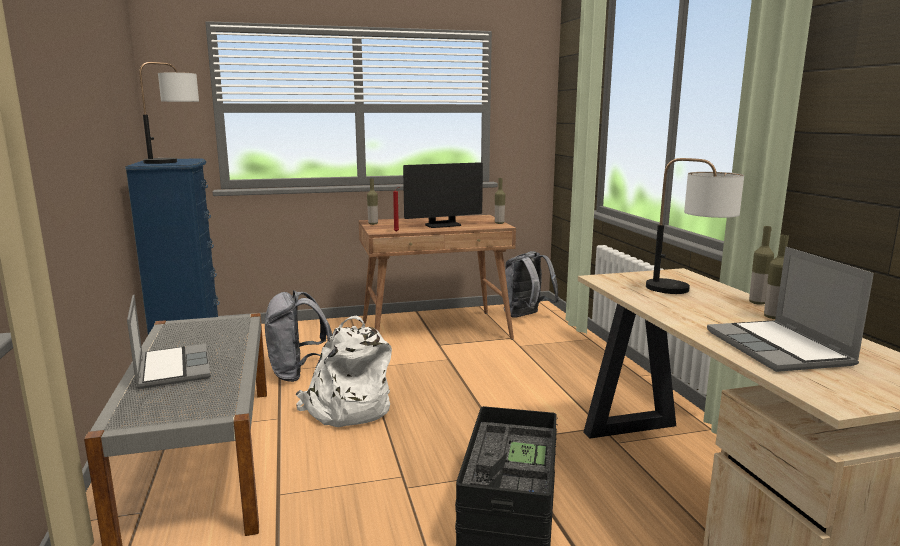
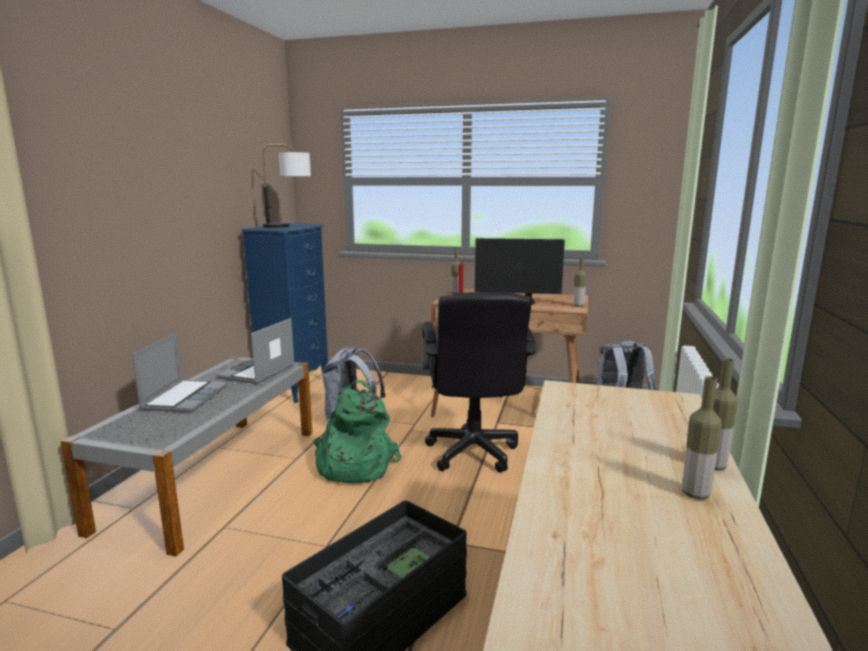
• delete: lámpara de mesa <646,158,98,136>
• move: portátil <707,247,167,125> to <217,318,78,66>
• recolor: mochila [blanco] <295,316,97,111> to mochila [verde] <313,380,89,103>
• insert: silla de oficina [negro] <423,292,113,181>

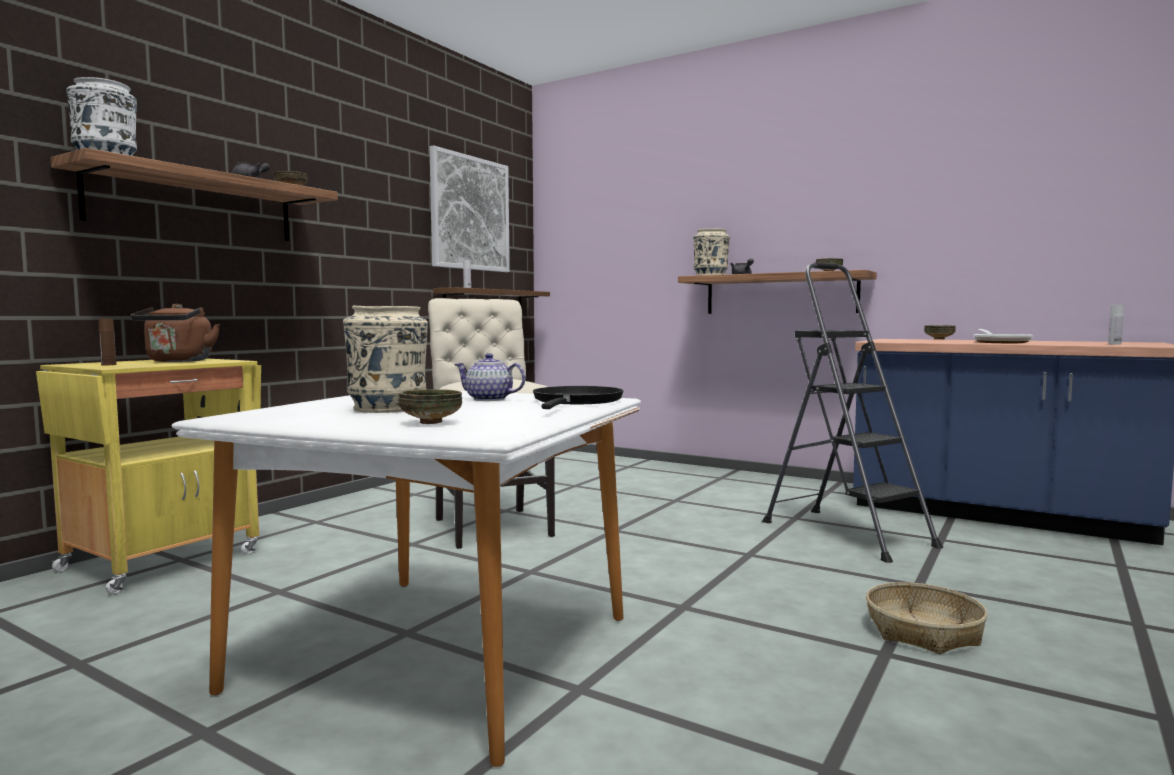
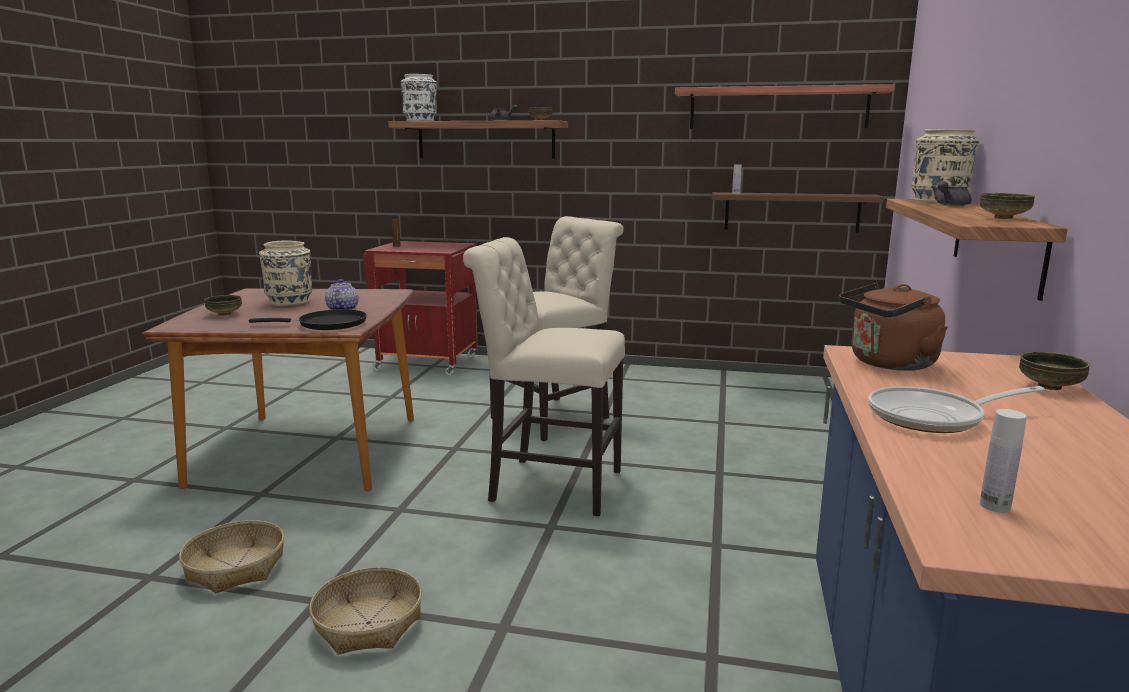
• replace: cuadro <429,145,81,127> to estante <675,84,220,45>
• delete: escalera de tijera <762,262,181,301>
• move: hervidor [marrón] <131,304,89,58> to <839,283,109,88>
• recolor: carrito [amarillo] <36,358,225,236> to carrito [rojo] <363,241,115,134>
• recolor: mesa de comedor [blanco] <172,391,469,376> to mesa de comedor [marrón] <141,288,273,203>
• insert: taburete [beis] <463,237,162,280>
• insert: cesta <179,520,105,73>

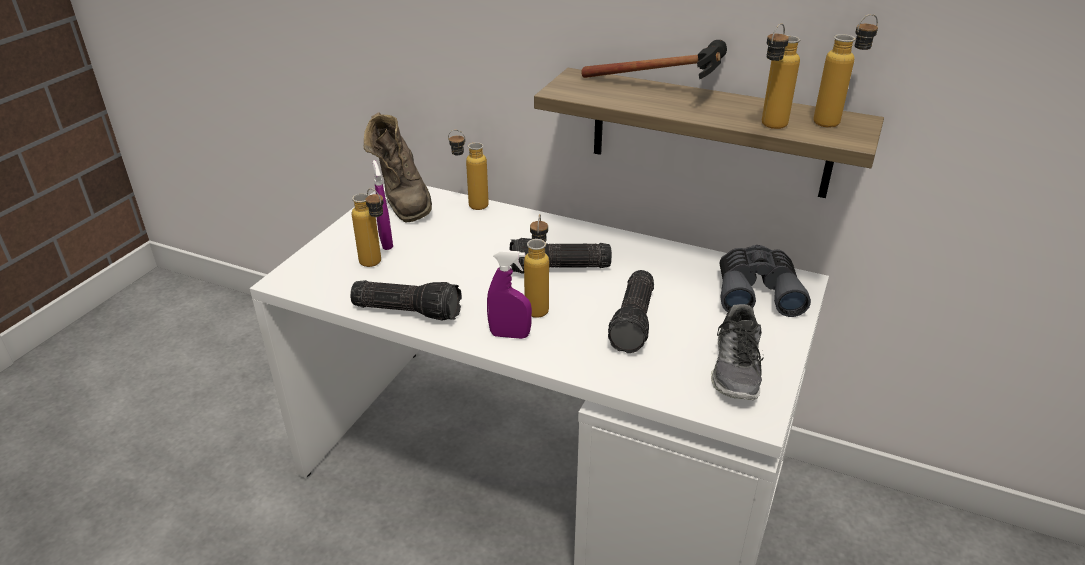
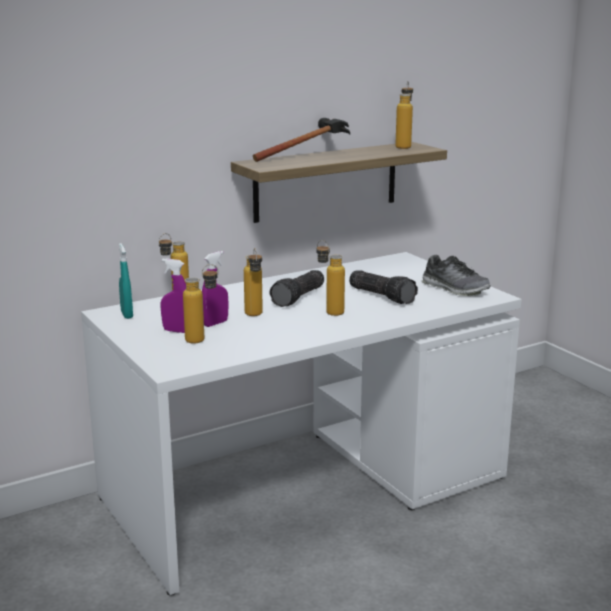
• move: botella <762,23,38,106> to <244,248,19,68>
• replace: bota [marrón] <363,112,69,111> to pulverizador [turquesa] <119,243,14,76>
• delete: prismáticos [gris] <720,245,91,72>
• move: pulverizador [morado] <487,250,45,89> to <202,251,26,76>
• delete: linterna <350,280,112,41>

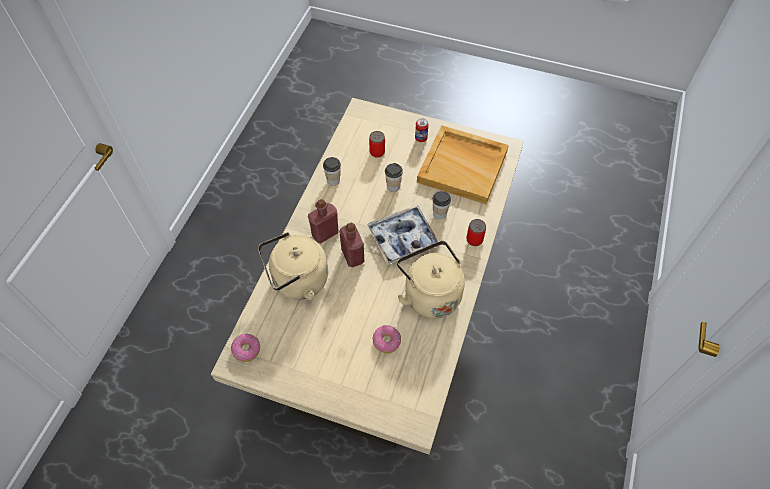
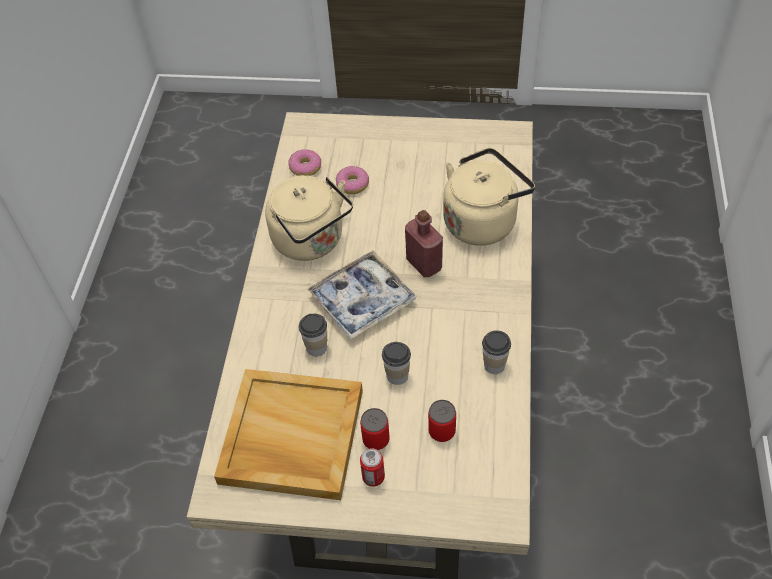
• delete: botella [rojo] <308,199,31,44>
• move: lata <466,219,20,27> to <360,408,30,42>
• move: rosquilla <231,334,29,28> to <288,149,33,27>

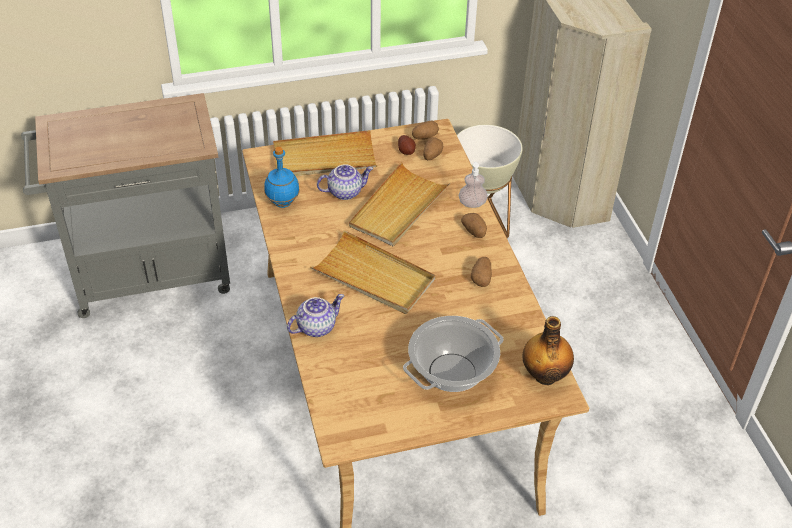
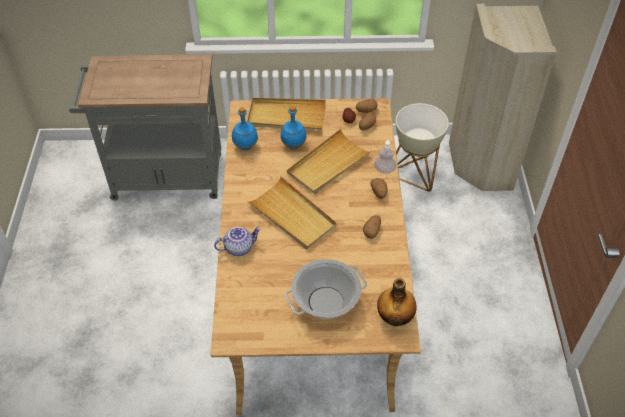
• replace: tetera <317,164,56,36> to botella [azul] <280,106,27,44>

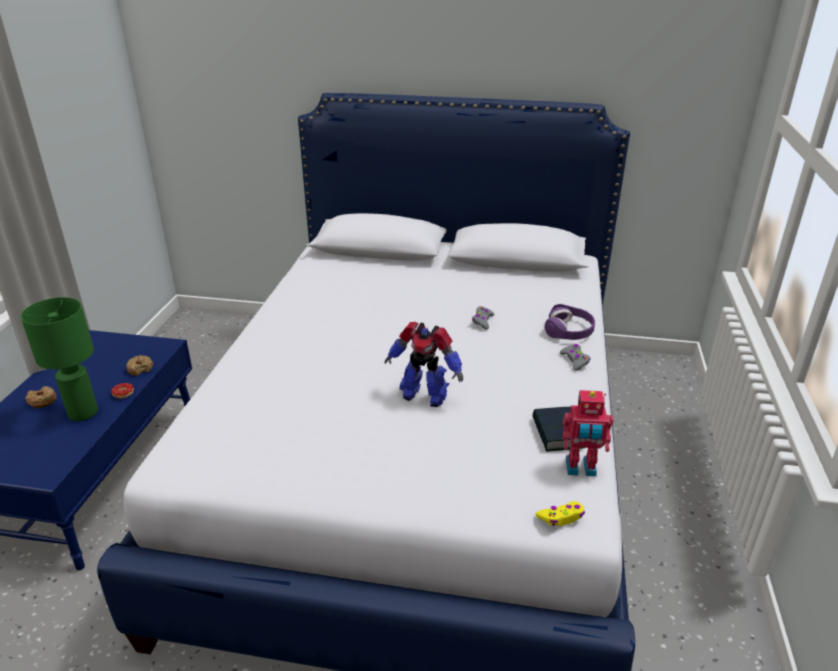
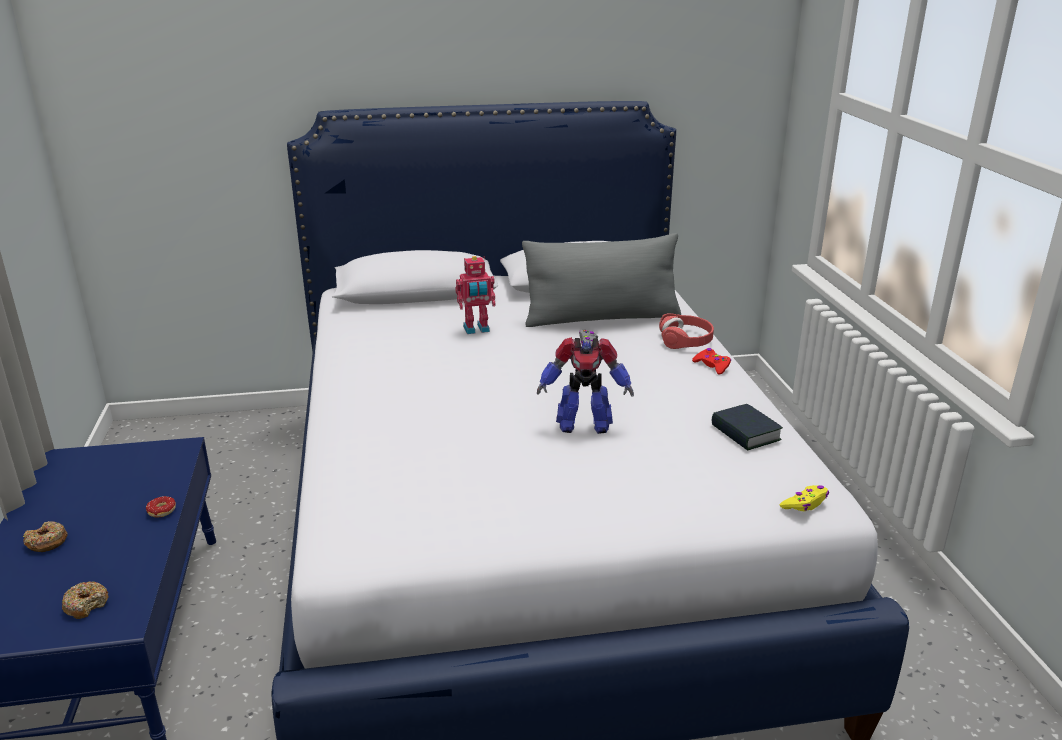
• delete: lámpara de mesa [verde] <21,297,77,124>
• recolor: auriculares [morado] <545,304,50,36> to auriculares [rojo] <659,313,55,36>
• recolor: mando de consola [gris] <560,344,30,27> to mando de consola [rojo] <692,348,39,27>
• move: rosquilla <126,355,27,21> to <62,581,47,38>
• move: robot de juguete <562,390,52,87> to <455,256,40,78>
• insert: cojín [gris] <522,233,159,94>

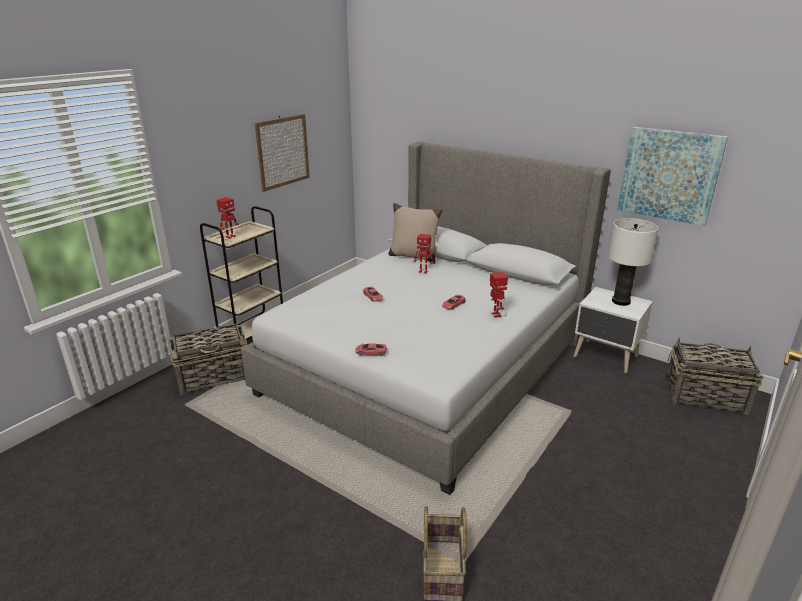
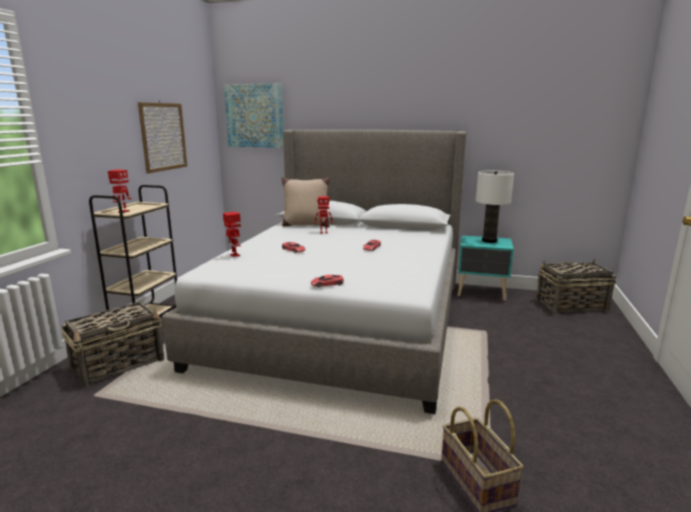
• move: cuadro <617,127,111,99> to <224,84,60,64>
• move: robot de juguete <490,272,18,46> to <223,212,18,45>
• recolor: mesita de noche [blanco] <574,287,79,87> to mesita de noche [turquesa] <458,235,56,66>

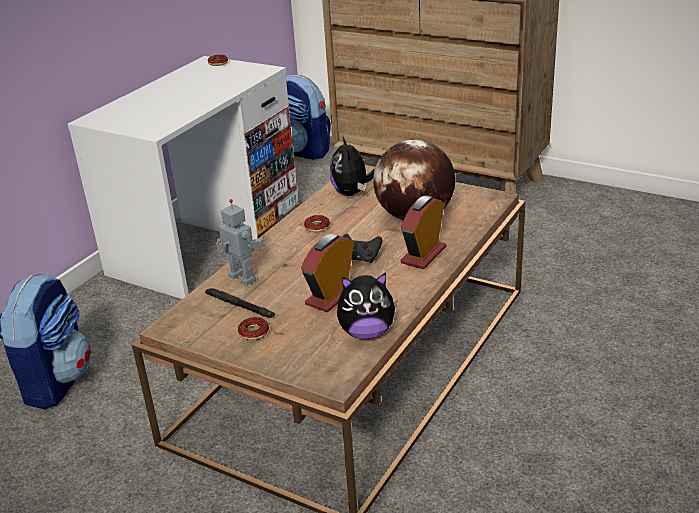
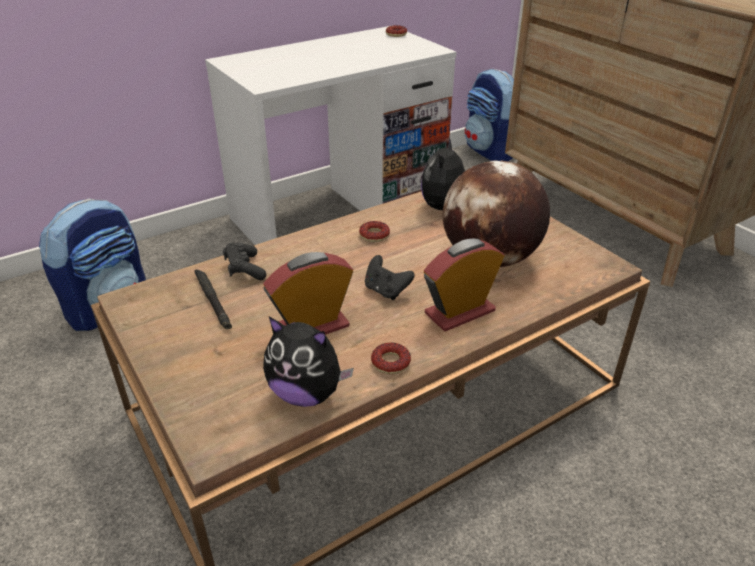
• replace: robot de juguete <216,199,49,87> to mando de consola [negro] <223,243,43,37>
• move: rosquilla <238,317,31,23> to <371,342,40,32>

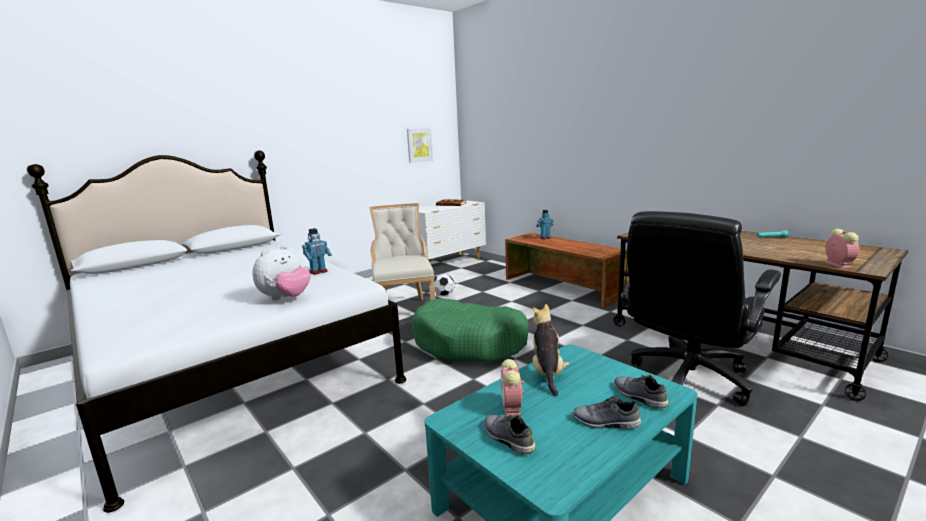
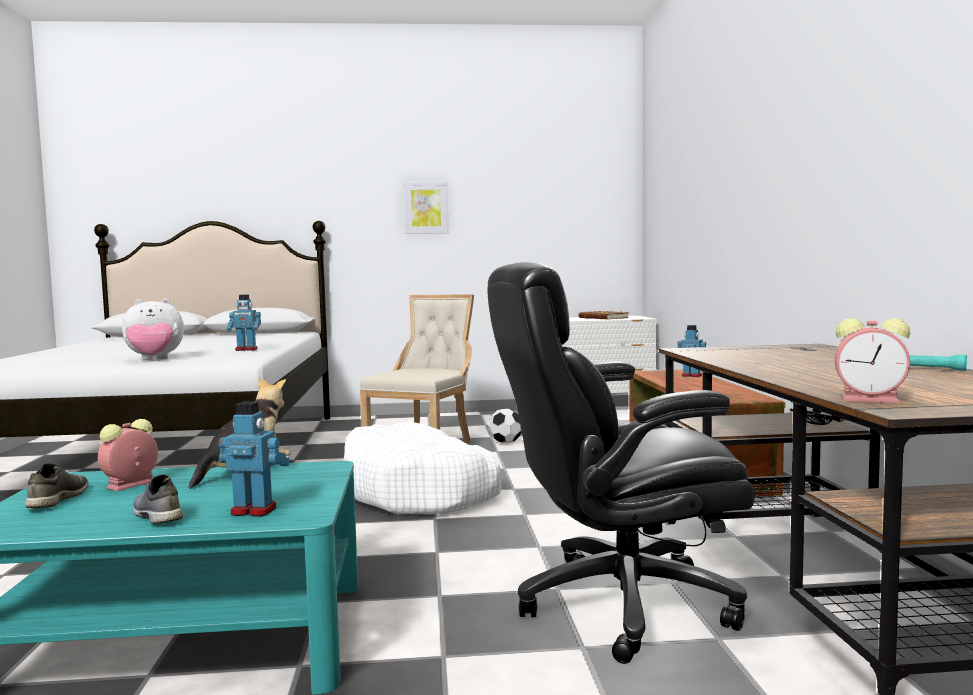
• move: cuadro <407,128,26,35> to <403,182,46,52>
• rotate: despertador <825,229,34,39> = <835,318,75,85> 75 degrees clockwise
• recolor: cama para perro [verde] <411,299,118,63> to cama para perro [blanco] <343,422,158,92>
• replace: zapato [gris] <614,375,55,33> to robot de juguete <219,401,71,116>

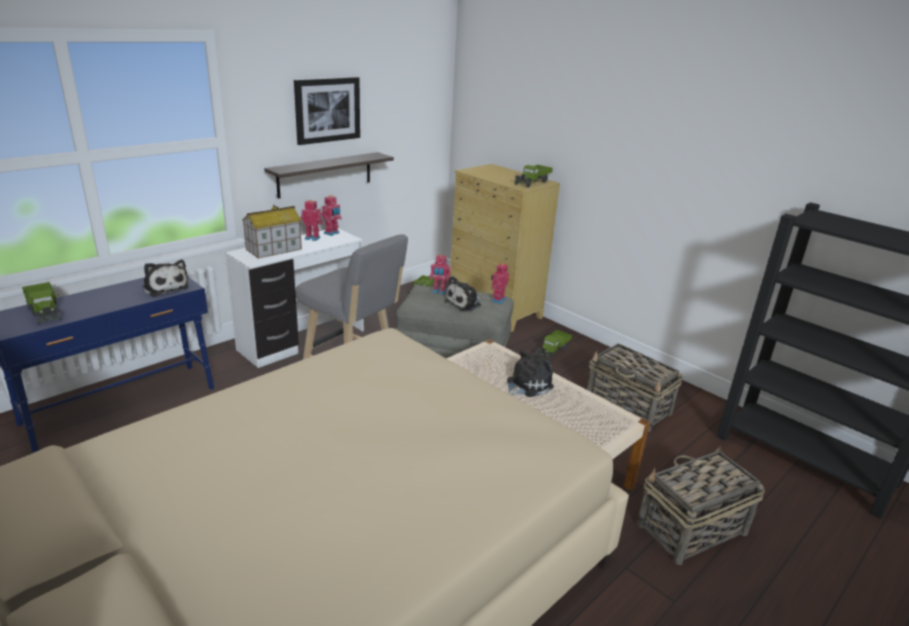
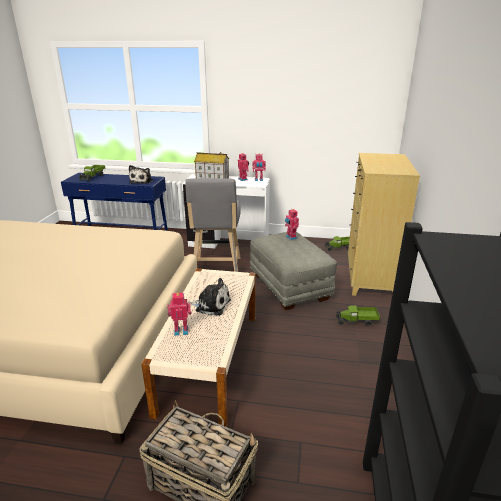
• delete: cuadro <294,77,66,68>
• delete: estante <264,152,130,47>
• delete: camión de juguete <514,165,39,23>
• move: robot de juguete <491,262,18,42> to <167,292,24,44>
• delete: peluche <444,276,37,35>
• delete: cesta <587,343,96,89>

